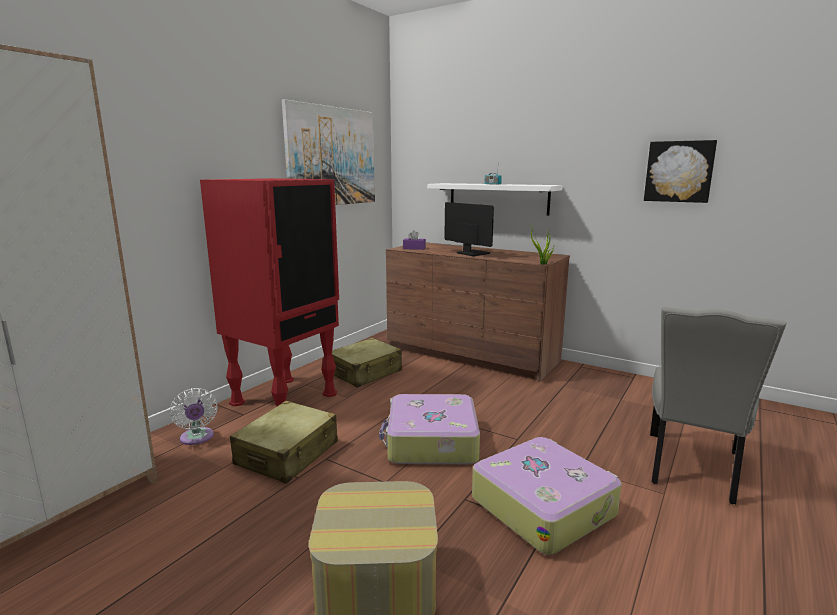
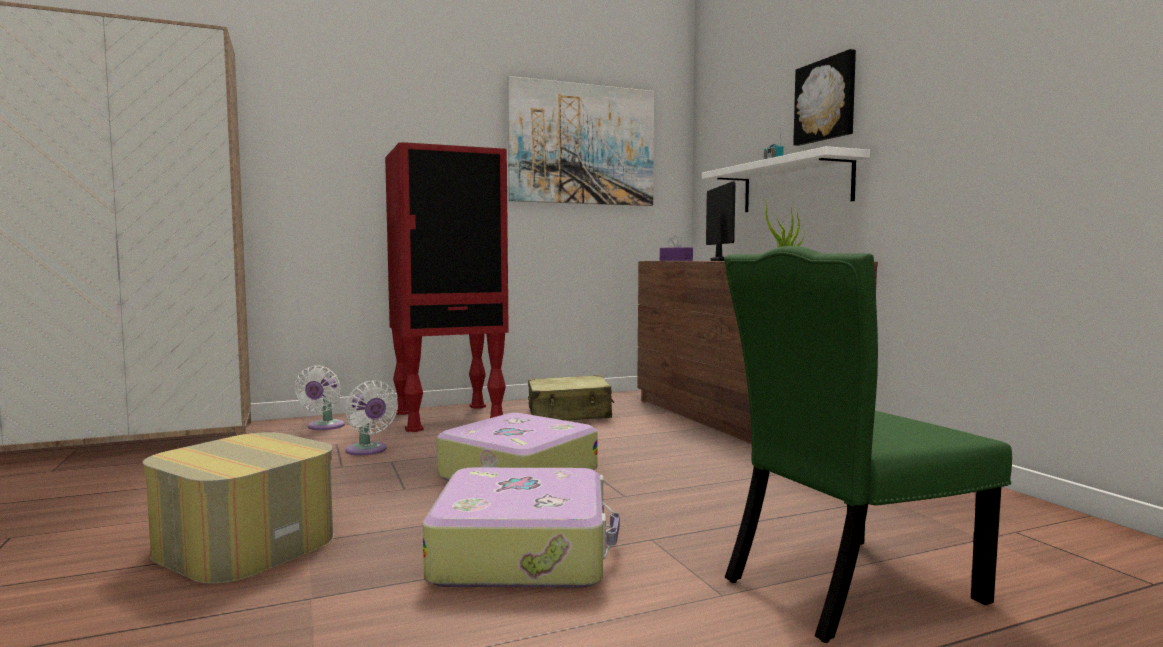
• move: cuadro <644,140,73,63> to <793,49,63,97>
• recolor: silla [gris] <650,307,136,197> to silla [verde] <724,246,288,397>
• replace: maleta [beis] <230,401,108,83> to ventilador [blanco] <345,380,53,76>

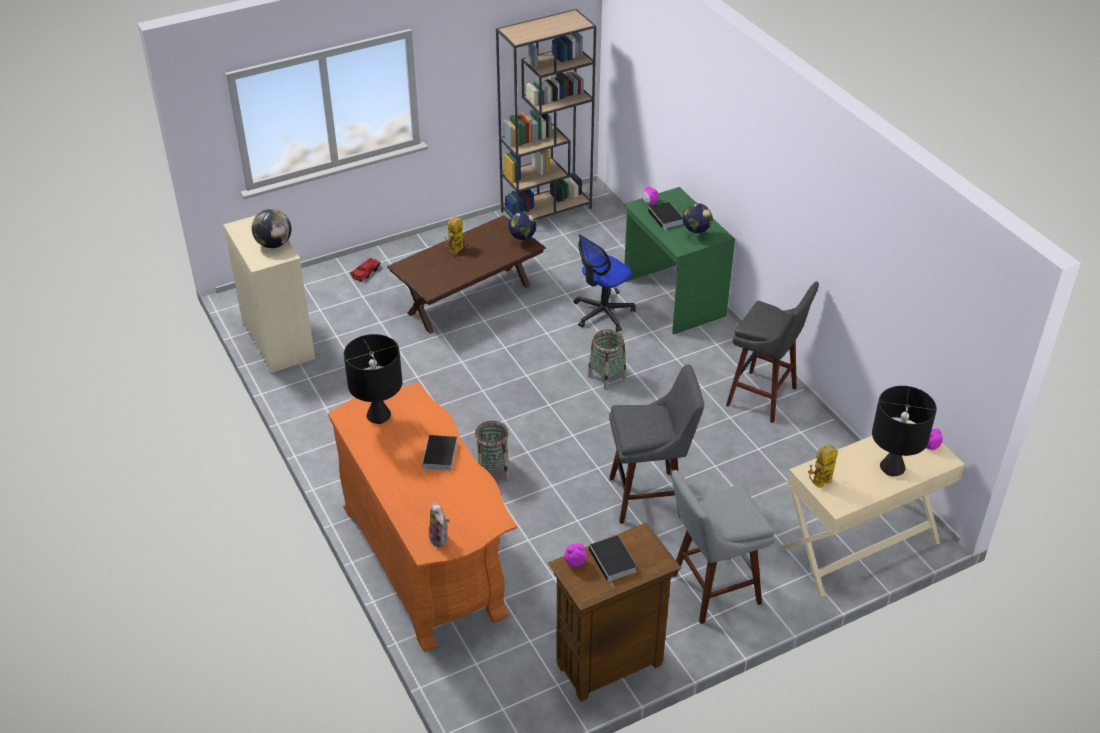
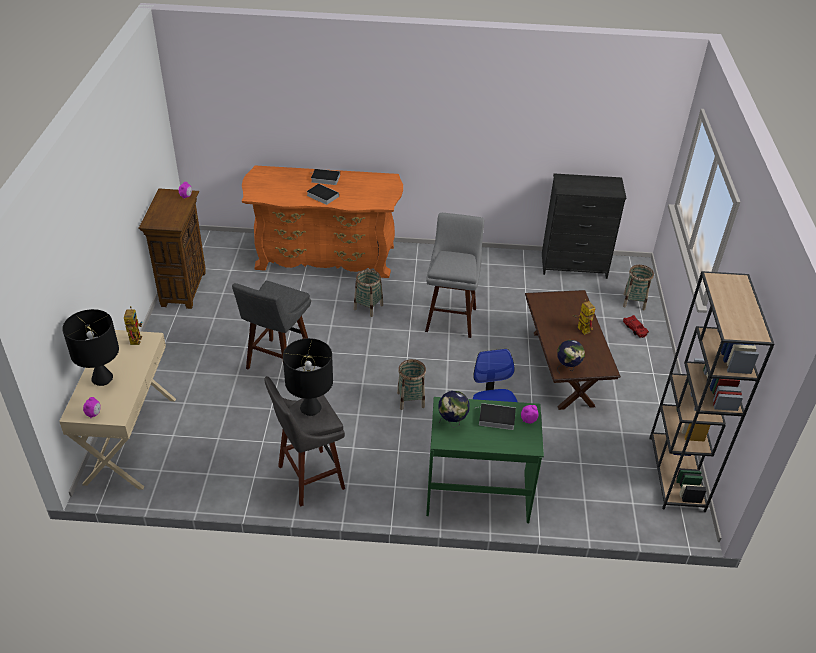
• delete: globo terráqueo <252,209,39,39>
• recolor: cómoda [beis] <223,216,92,157> to cómoda [negro] <542,173,84,106>
• move: lámpara de mesa [negro] <344,334,58,90> to <283,338,50,78>
• move: taburete [gris] <671,470,104,154> to <425,213,59,125>
• delete: peluche <428,502,22,45>
• move: libro <589,536,48,51> to <311,169,29,16>
• insert: cesta <623,265,31,45>

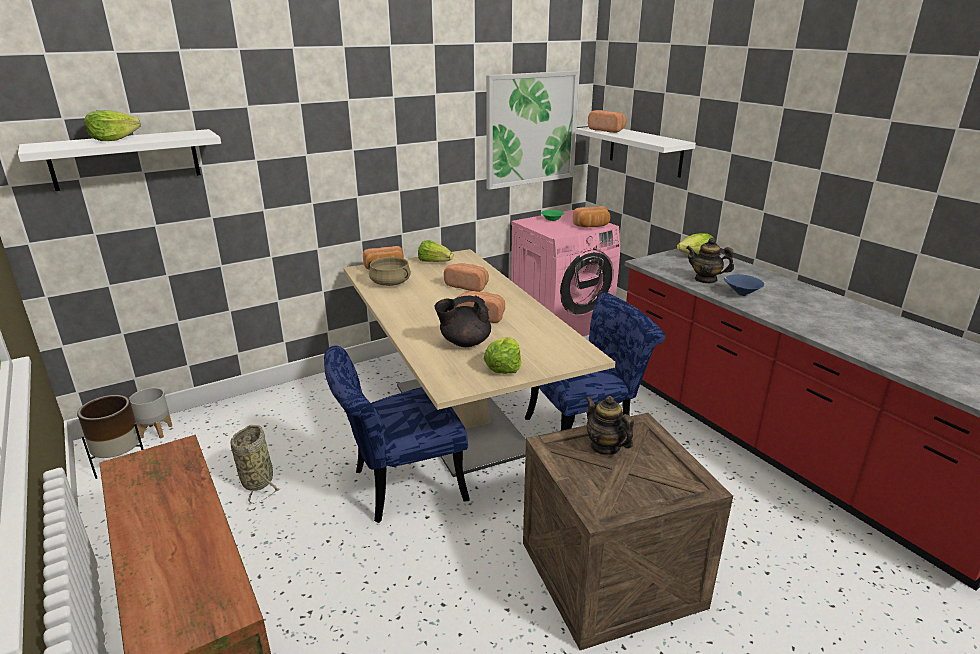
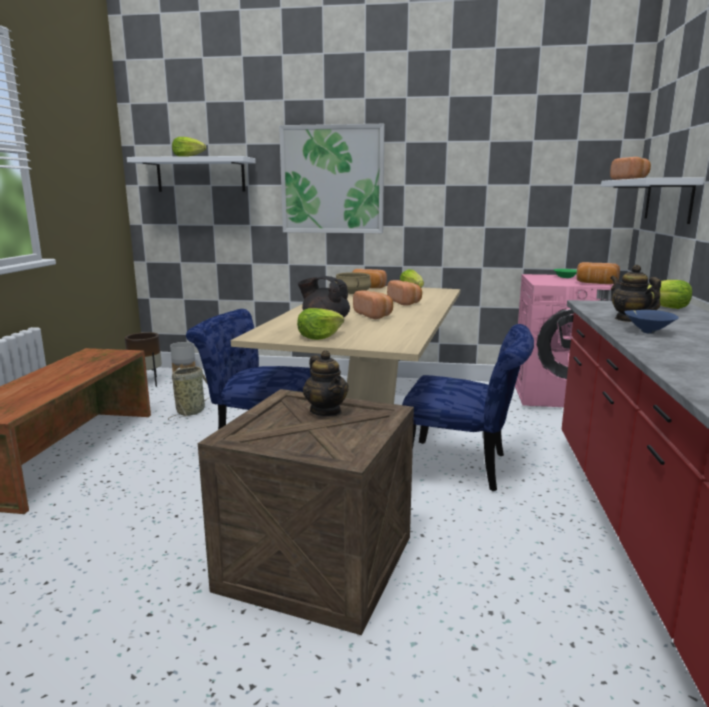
• move: cuadro <486,71,93,119> to <279,124,106,109>
• rotate: tetera <586,396,48,60> = <303,350,46,67> 150 degrees clockwise

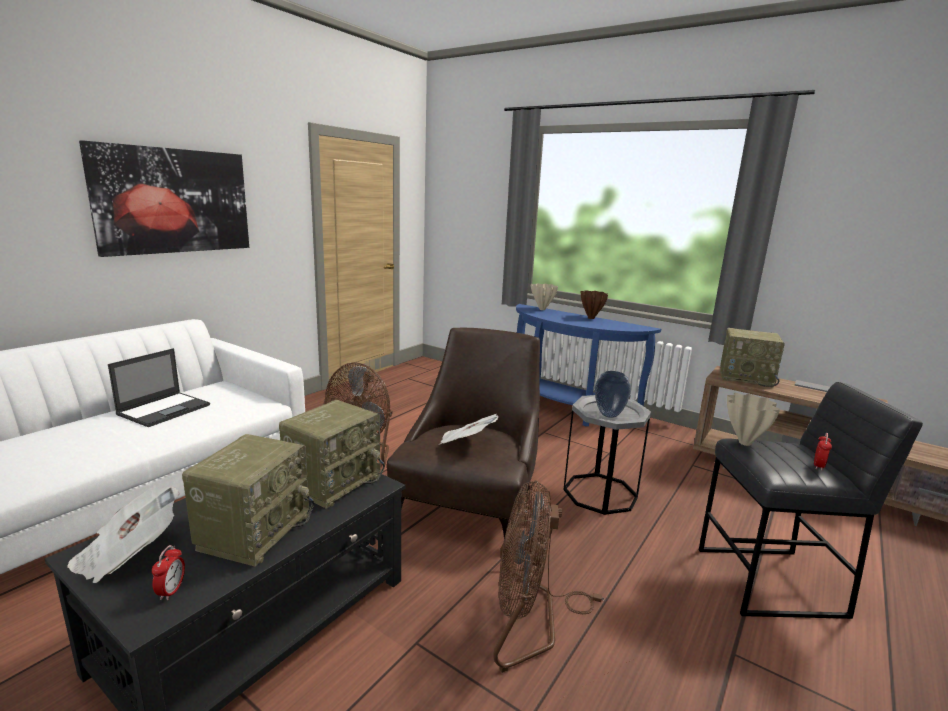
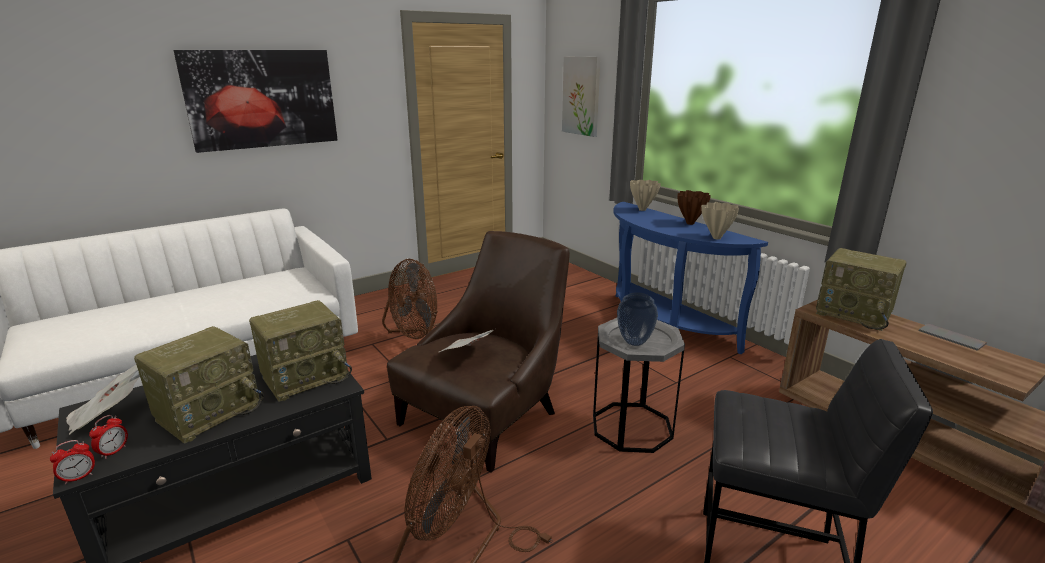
• delete: portátil <108,348,102,79>
• move: florero [beis] <727,393,53,53> to <701,202,38,38>
• move: despertador <814,433,18,38> to <50,440,45,44>
• insert: cuadro <562,57,39,80>

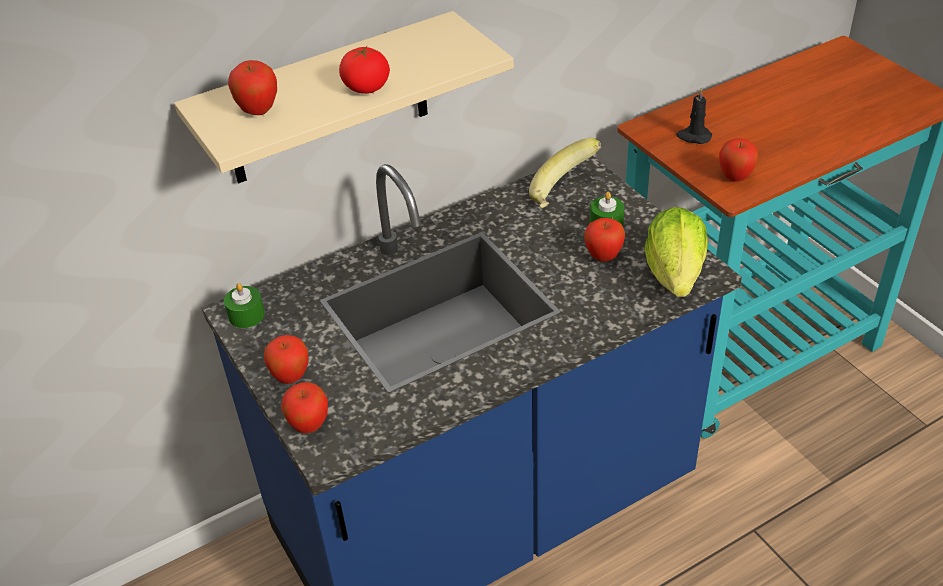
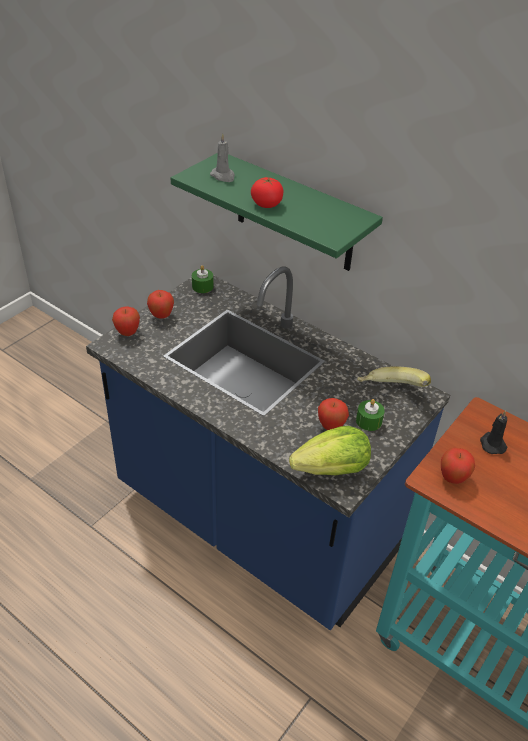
• recolor: estante [beis] <174,11,340,172> to estante [verde] <170,153,213,118>
• replace: manzana <228,60,49,55> to vela [gris] <210,133,25,49>

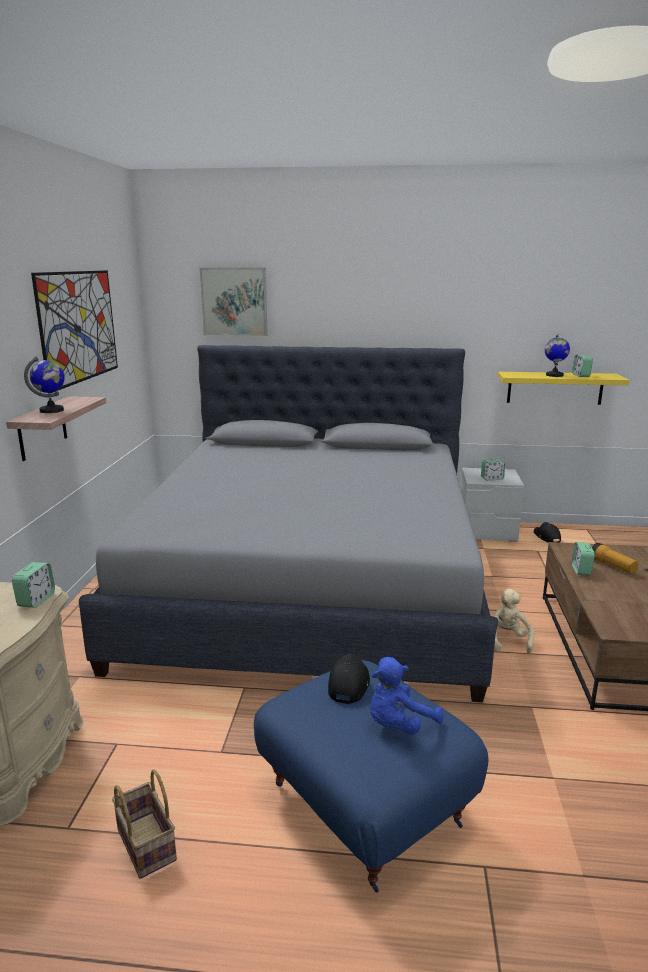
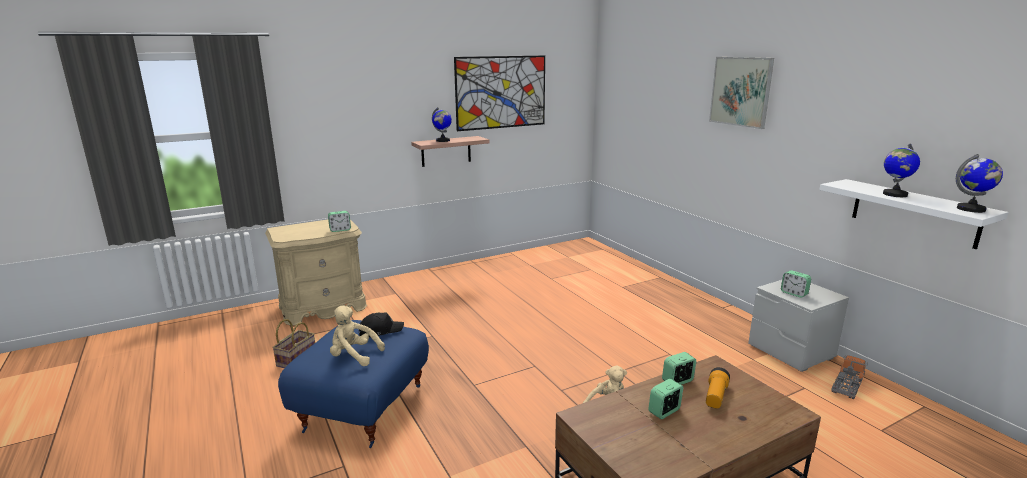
• move: cuadro <200,268,68,68> to <709,57,65,72>
• delete: cama [gris] <79,345,419,357>
• move: despertador <572,355,21,22> to <648,379,35,40>
• recolor: estante [amarillo] <497,372,132,33> to estante [blanco] <819,179,190,70>
• replace: gorra [negro] <533,522,28,21> to camión de juguete <832,355,36,44>
• recolor: peluche [azul] <370,657,73,78> to peluche [beis] <330,306,55,60>
• insert: globo terráqueo <956,154,47,59>

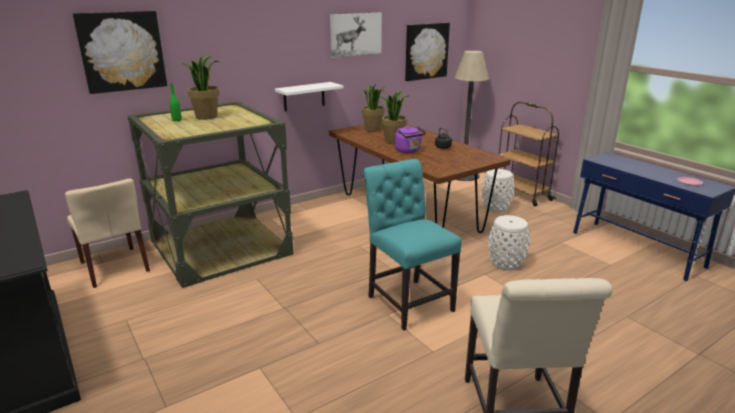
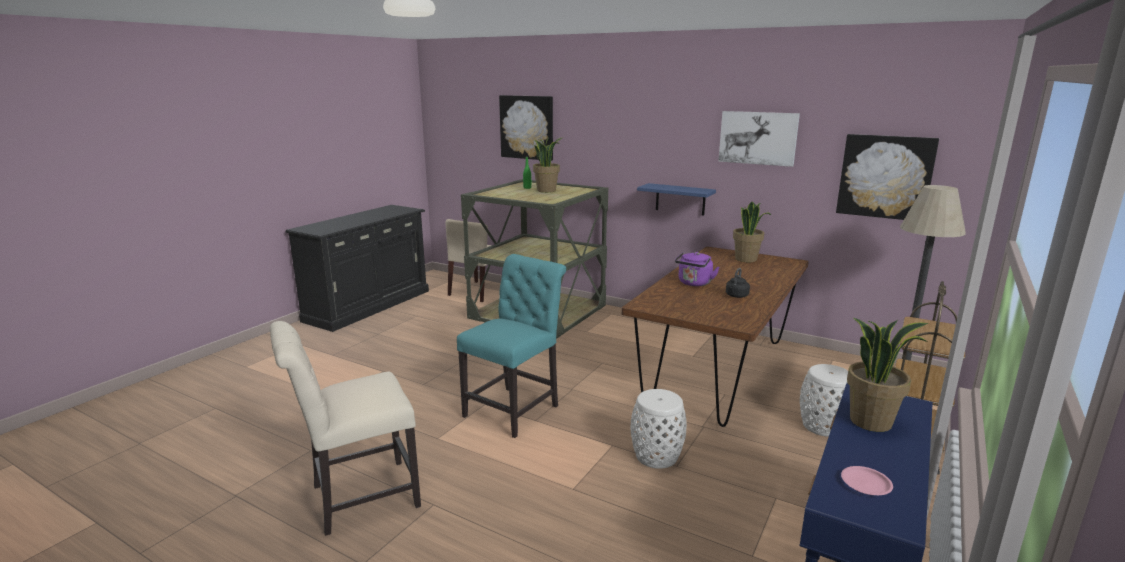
• recolor: estante [blanco] <275,82,68,29> to estante [azul] <637,183,79,32>
• move: planta en maceta <381,90,27,54> to <847,318,81,114>

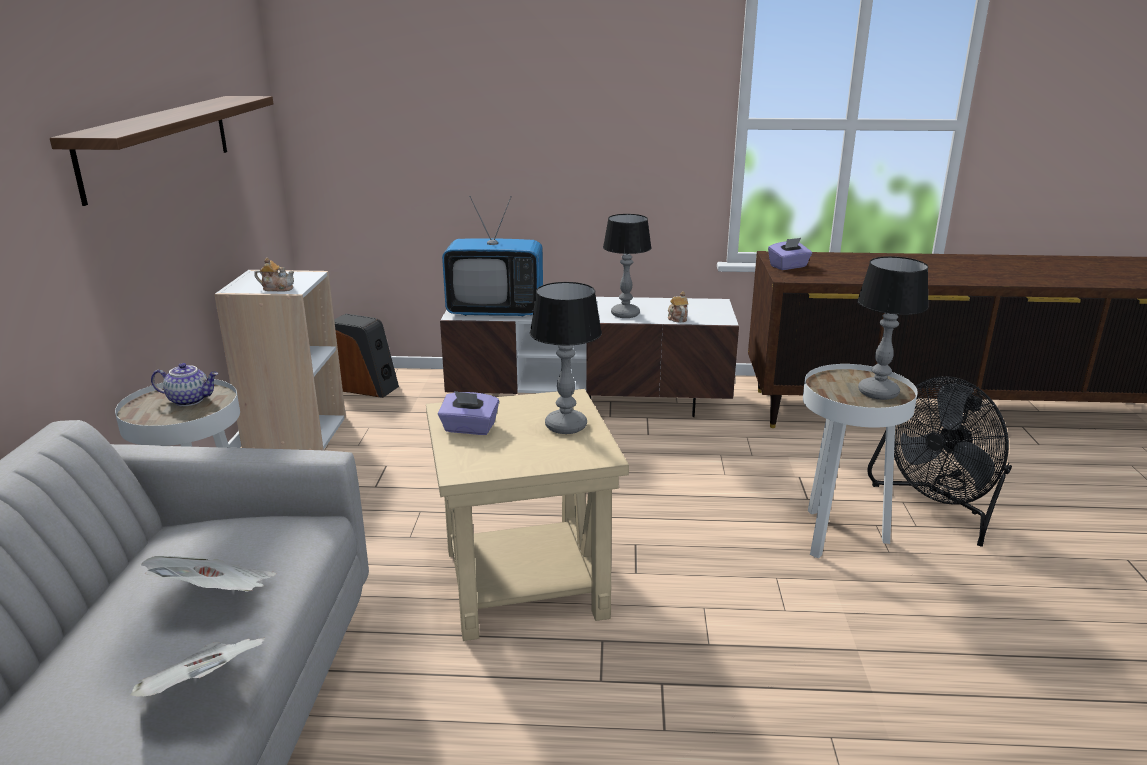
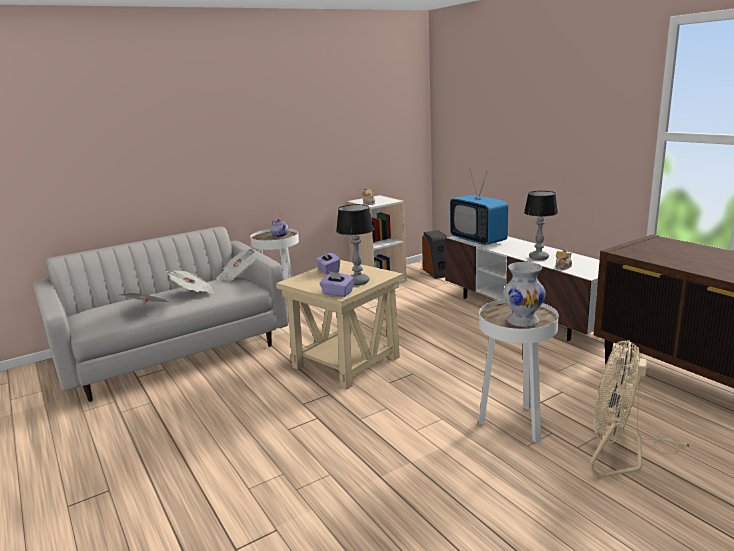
• delete: estante <50,96,223,110>
• move: caja de pañuelos [morado] <768,238,44,32> to <320,271,34,26>
• replace: lámpara de mesa <857,256,72,144> to florero [blanco] <503,262,43,65>
• recolor: ventilador [negro] <867,376,145,171> to ventilador [beis] <590,340,100,140>
• insert: periódico <216,249,40,32>

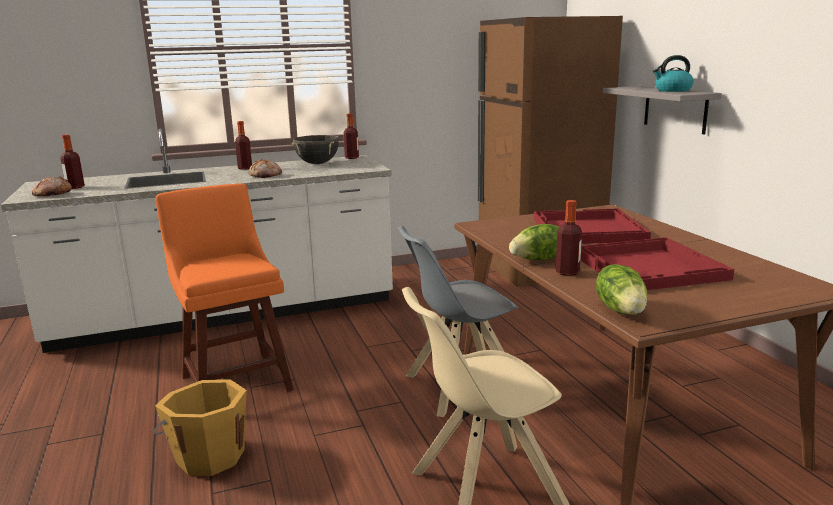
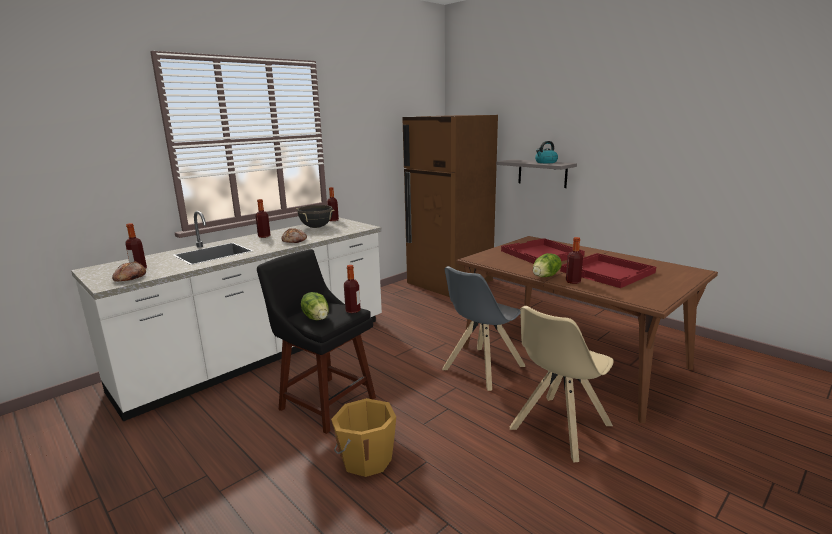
• recolor: taburete [naranja] <155,183,139,208> to taburete [negro] <257,249,119,185>
• move: lechuga <596,264,52,51> to <301,292,28,28>
• insert: botella <344,265,17,48>

